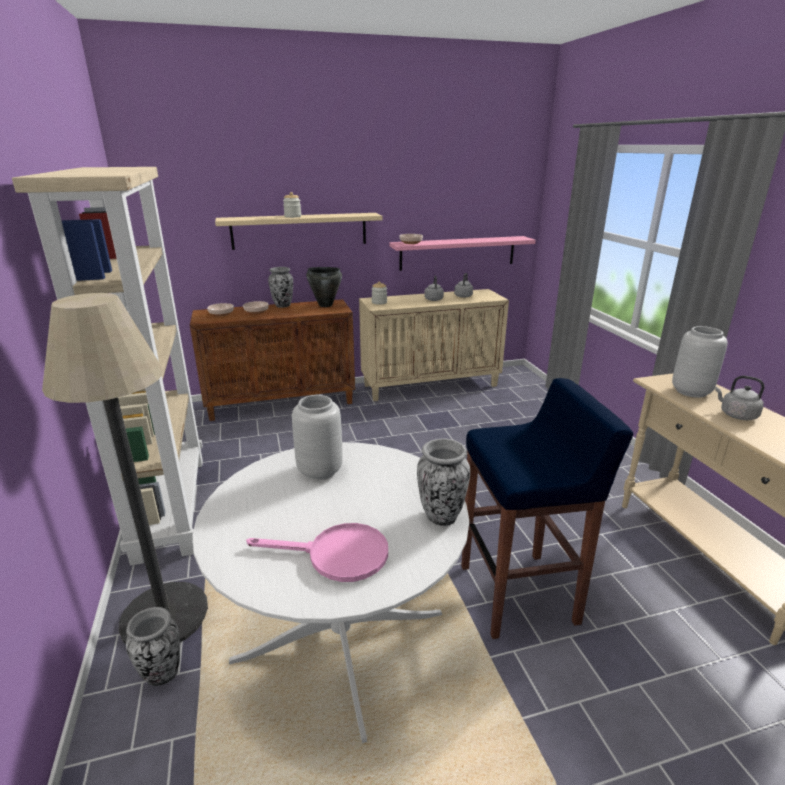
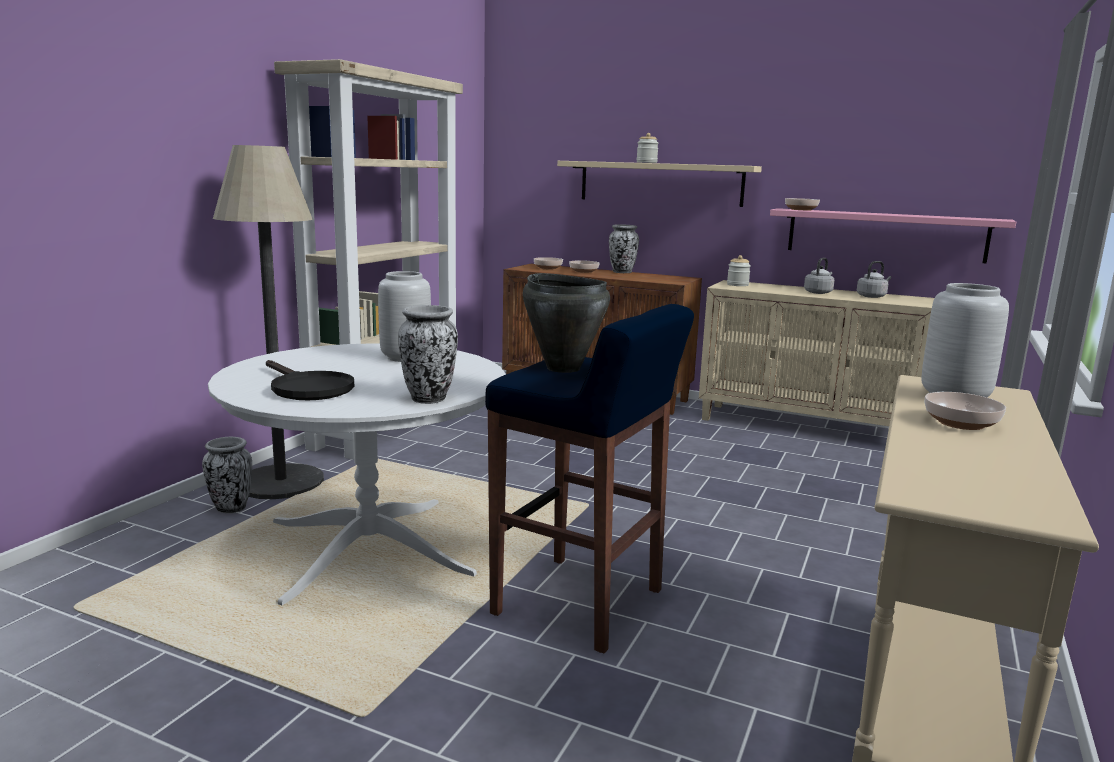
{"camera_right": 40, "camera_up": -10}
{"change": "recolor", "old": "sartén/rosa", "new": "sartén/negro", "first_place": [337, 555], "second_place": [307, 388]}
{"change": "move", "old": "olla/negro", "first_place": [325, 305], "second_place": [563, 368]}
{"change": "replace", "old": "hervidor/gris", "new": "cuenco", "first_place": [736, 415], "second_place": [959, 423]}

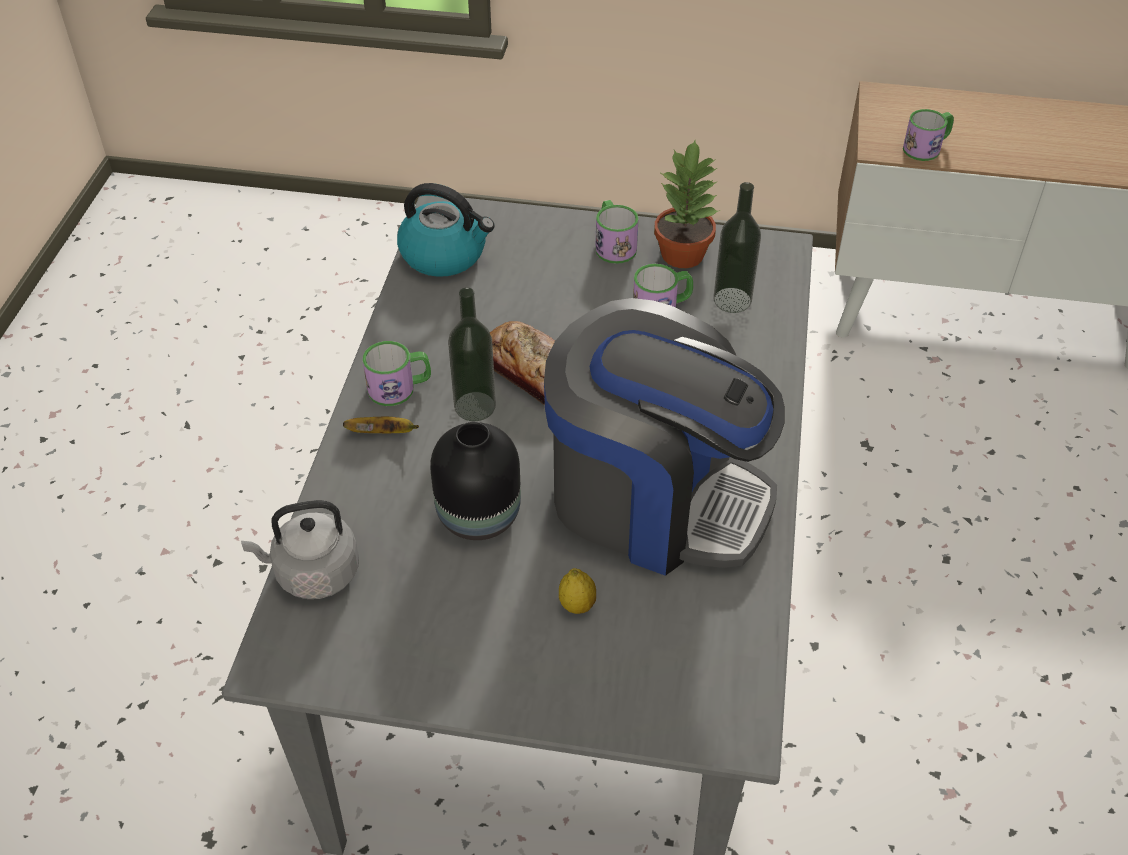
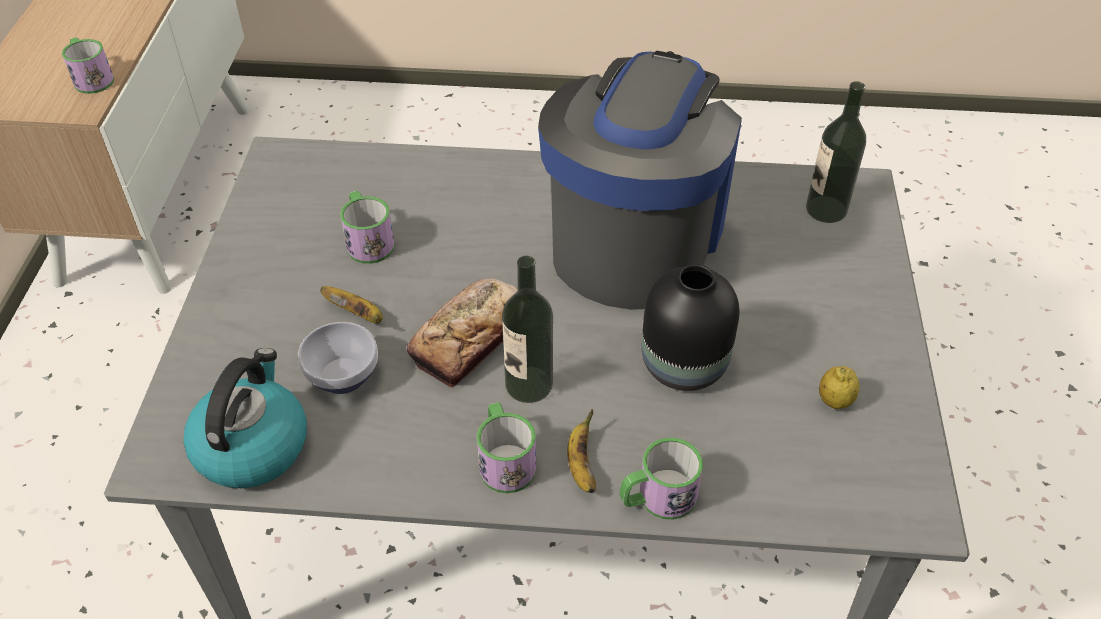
{"camera_right": -95, "camera_up": 0}
{"change": "delete", "old": "hervidor/gris", "first_place": [312, 573]}
{"change": "move", "old": "limón", "first_place": [577, 605], "second_place": [834, 401]}
{"change": "move", "old": "taza grande", "first_place": [613, 244], "second_place": [657, 498]}
{"change": "delete", "old": "planta en maceta", "first_place": [684, 254]}
{"change": "move", "old": "botella", "first_place": [732, 300], "second_place": [826, 209]}
{"change": "insert", "new": "cuenco", "second_place": [345, 377]}
{"change": "insert", "new": "plátano", "second_place": [357, 314]}

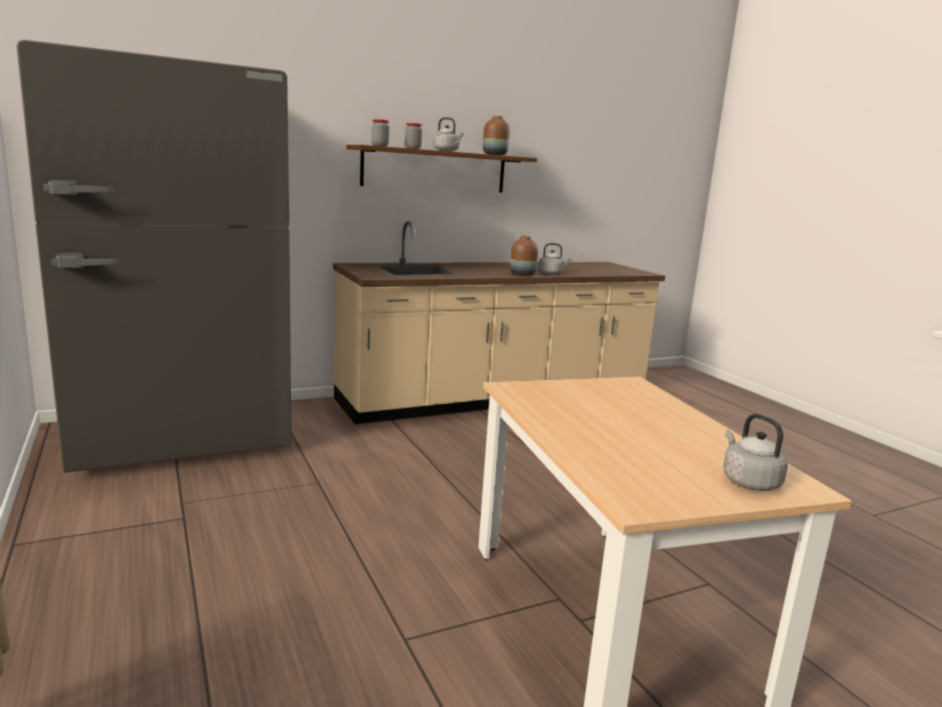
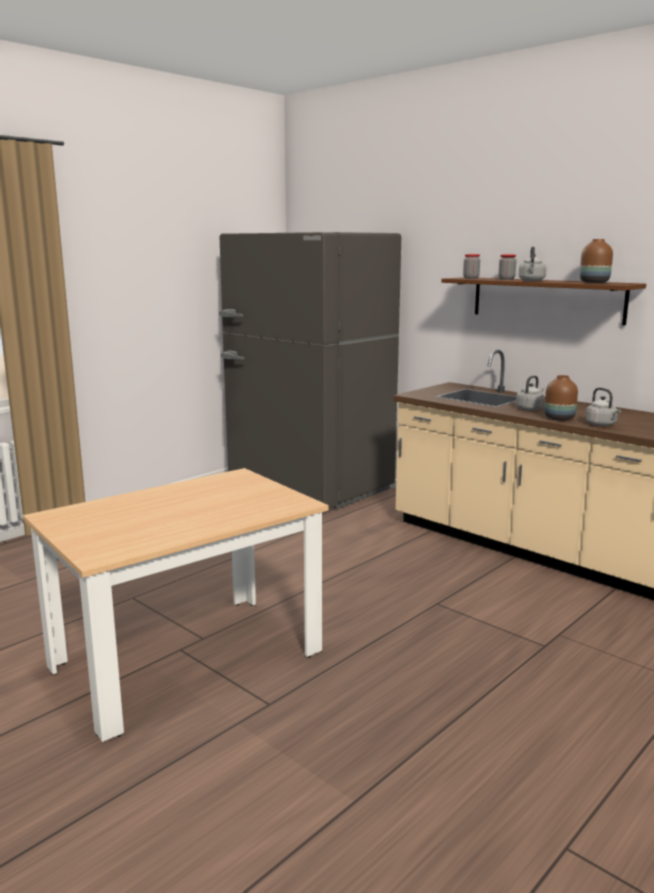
{"camera_right": 70, "camera_up": 0}
{"change": "move", "old": "hervidor/gris", "first_place": [748, 481], "second_place": [530, 409]}

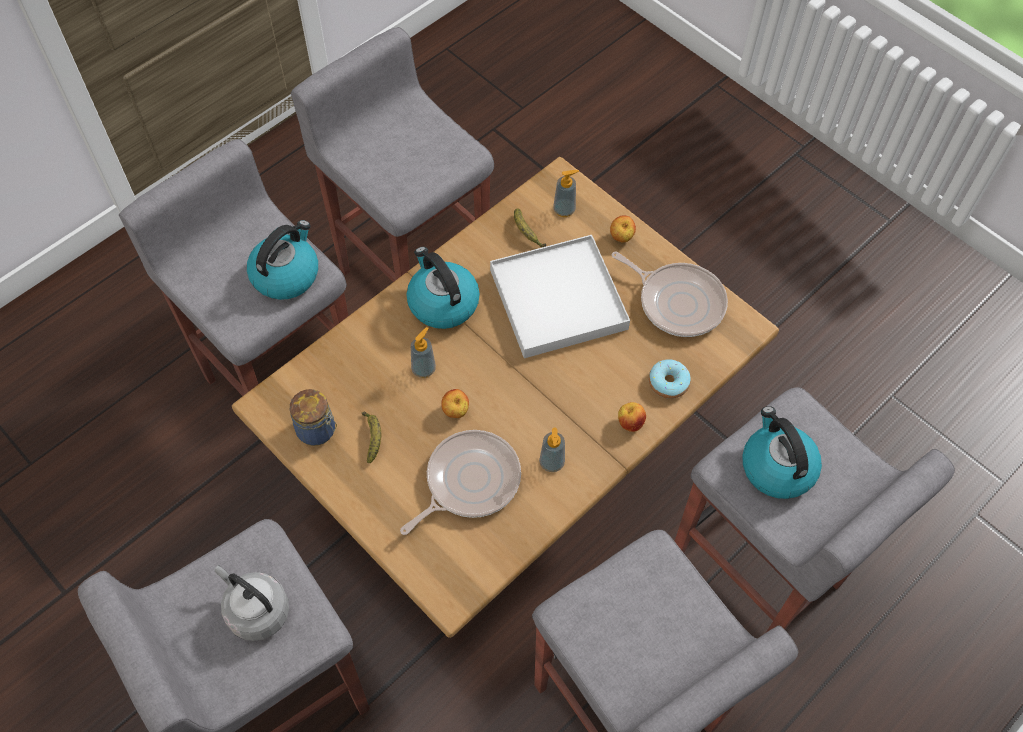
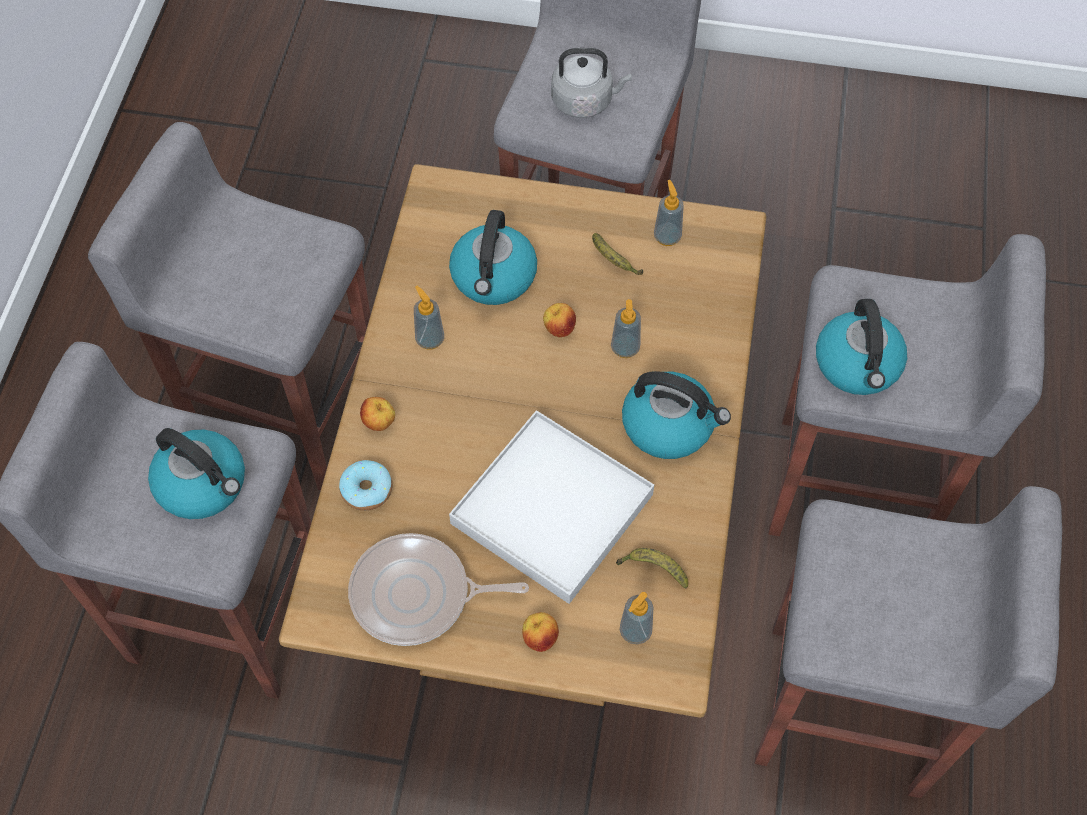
{"camera_right": 145, "camera_up": 0}
{"change": "replace", "old": "tarro", "new": "dispensador de jabón", "first_place": [318, 431], "second_place": [667, 237]}
{"change": "replace", "old": "sartén", "new": "hervidor", "first_place": [468, 481], "second_place": [494, 278]}

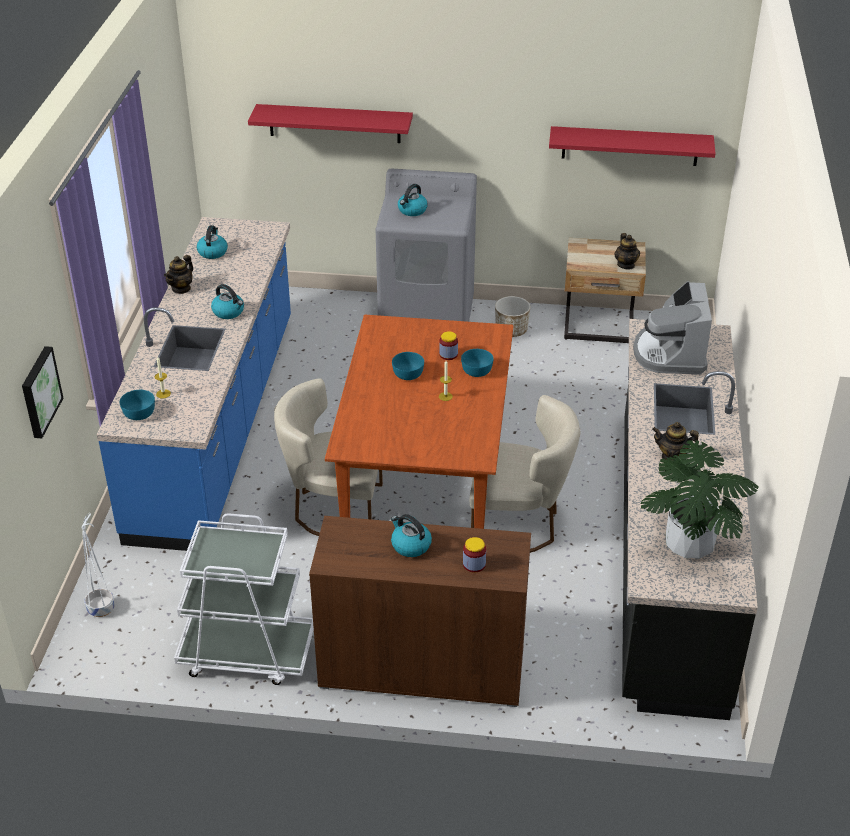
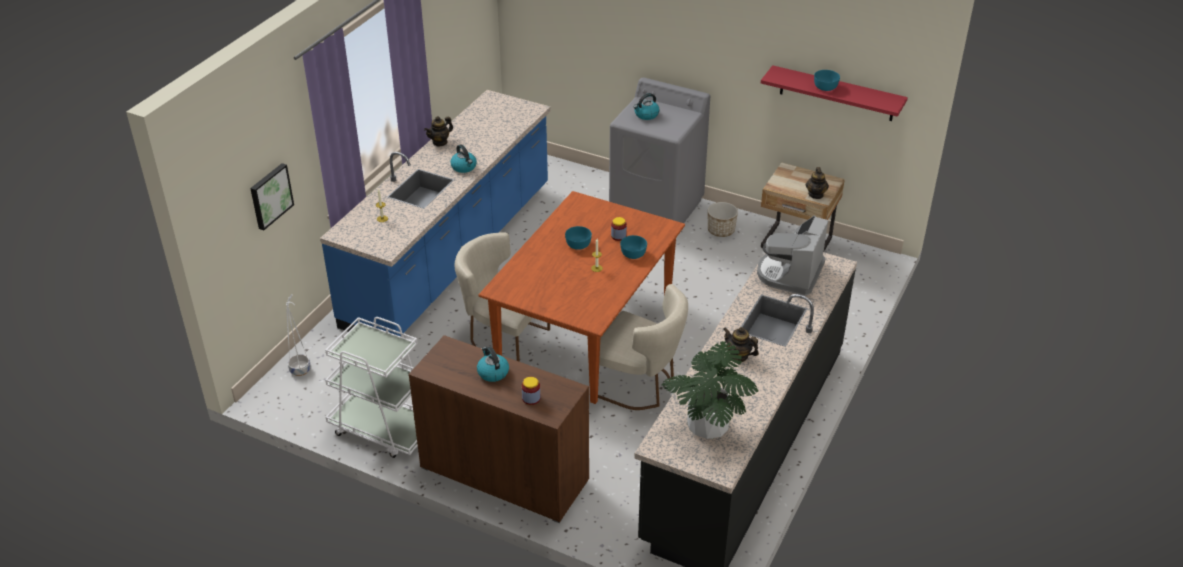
{"camera_right": 20, "camera_up": 0}
{"change": "move", "old": "cuenco/turquesa", "first_place": [139, 413], "second_place": [825, 87]}
{"change": "delete", "old": "hervidor", "first_place": [212, 252]}
{"change": "delete", "old": "estante/rojo", "first_place": [334, 123]}

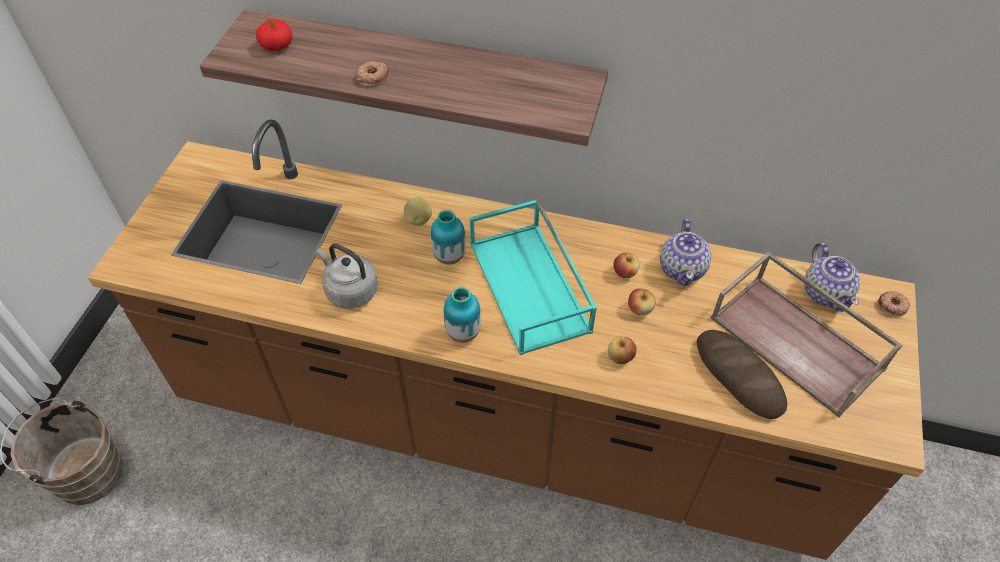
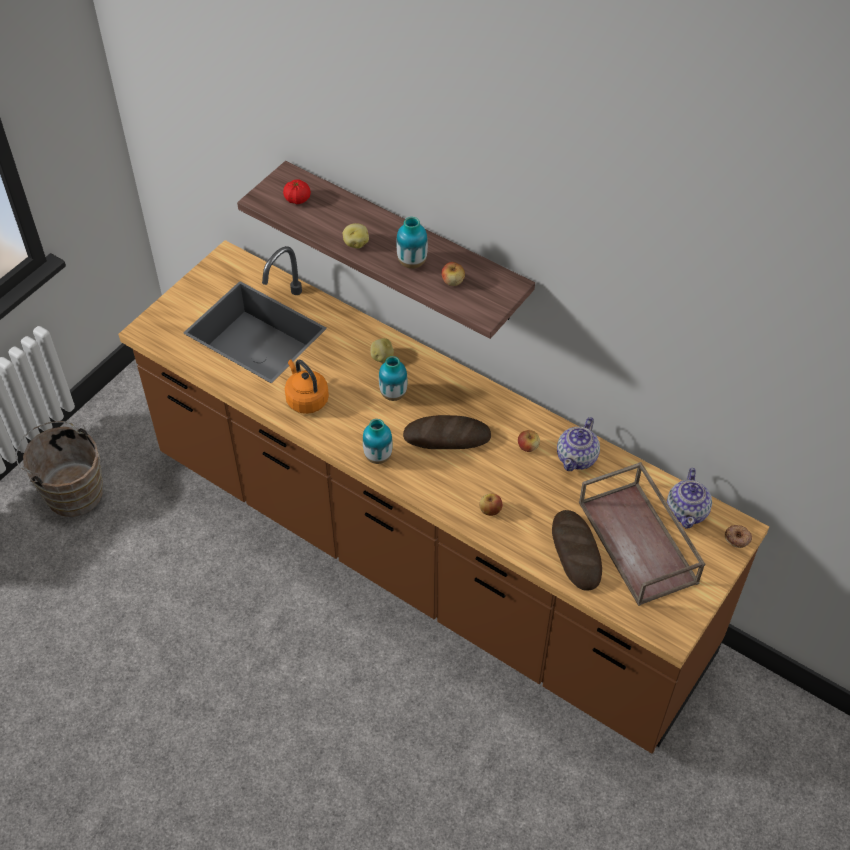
{"camera_right": 20, "camera_up": 0}
{"change": "recolor", "old": "hervidor/gris", "new": "hervidor/naranja", "first_place": [350, 290], "second_place": [306, 399]}
{"change": "replace", "old": "rosquilla", "new": "patata", "first_place": [372, 77], "second_place": [356, 243]}
{"change": "replace", "old": "bandeja/turquesa", "new": "pan", "first_place": [531, 287], "second_place": [447, 437]}
{"change": "move", "old": "manzana", "first_place": [640, 309], "second_place": [453, 281]}
{"change": "insert", "new": "florero", "second_place": [412, 262]}

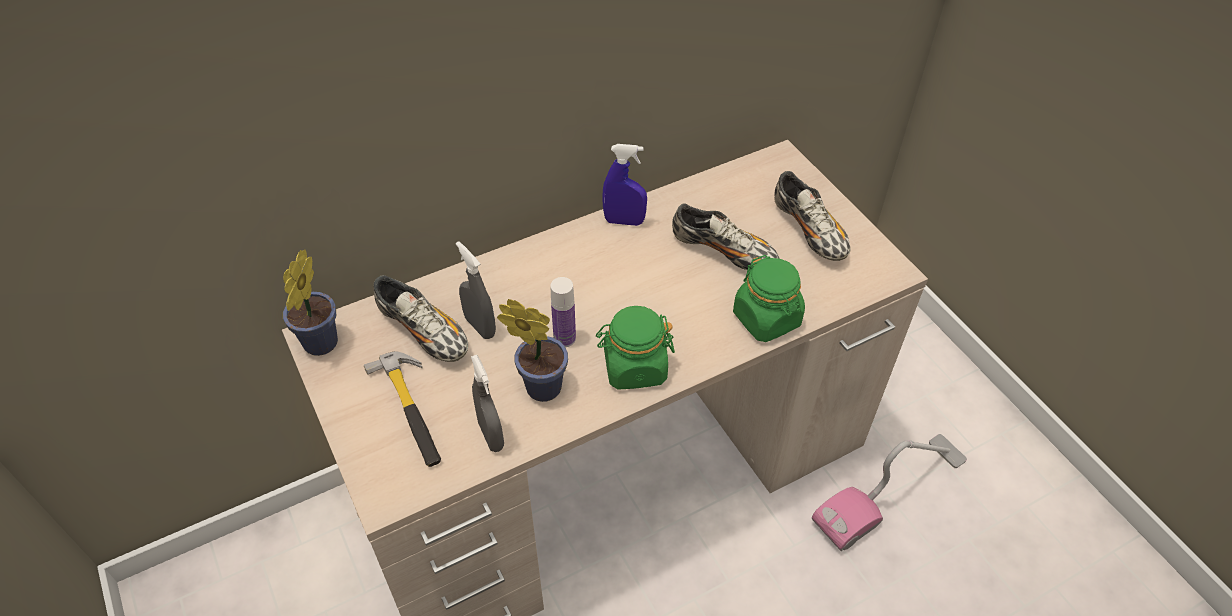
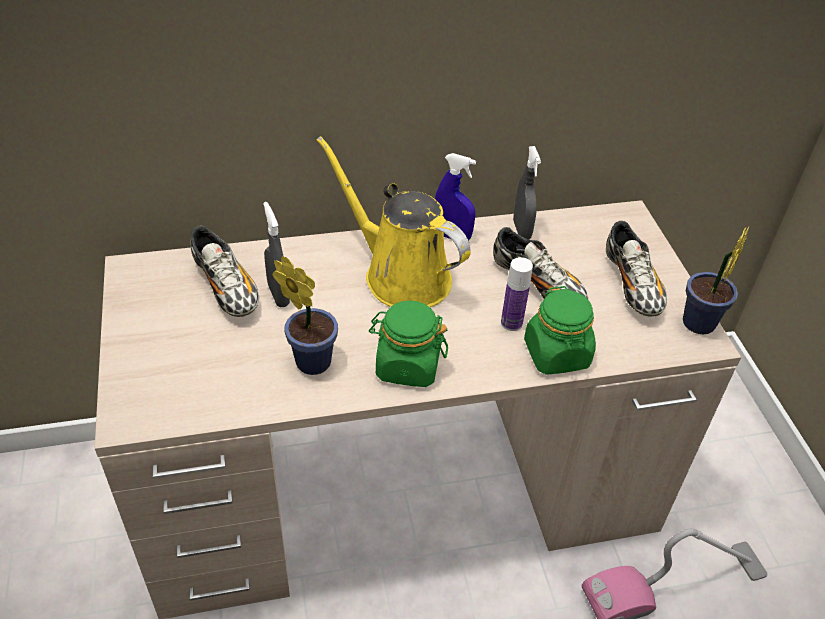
{"camera_right": 15, "camera_up": -5}
{"change": "move", "old": "planta en maceta", "first_place": [318, 346], "second_place": [697, 326]}
{"change": "delete", "old": "martillo", "first_place": [411, 410]}
{"change": "move", "old": "pulverizador/gris", "first_place": [491, 435], "second_place": [521, 230]}
{"change": "move", "old": "botella", "first_place": [564, 338], "second_place": [511, 323]}
{"change": "insert", "new": "regadera/amarillo", "second_place": [400, 275]}

